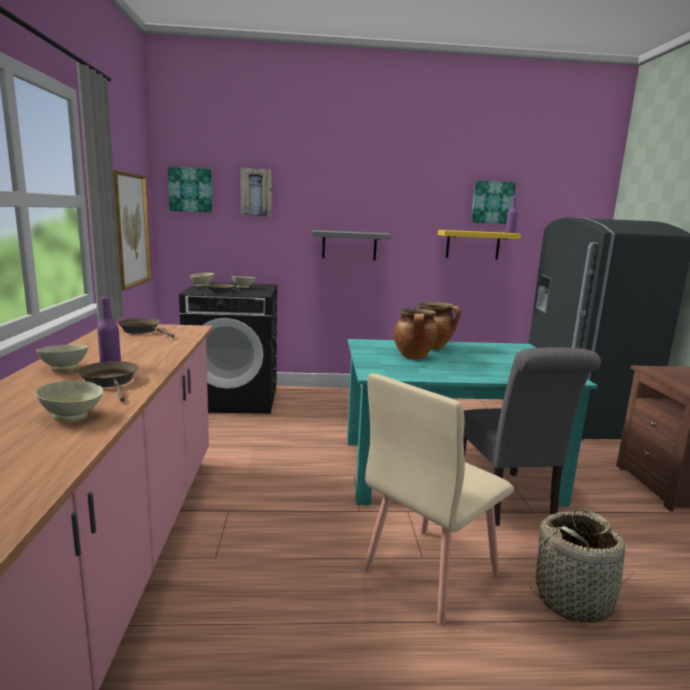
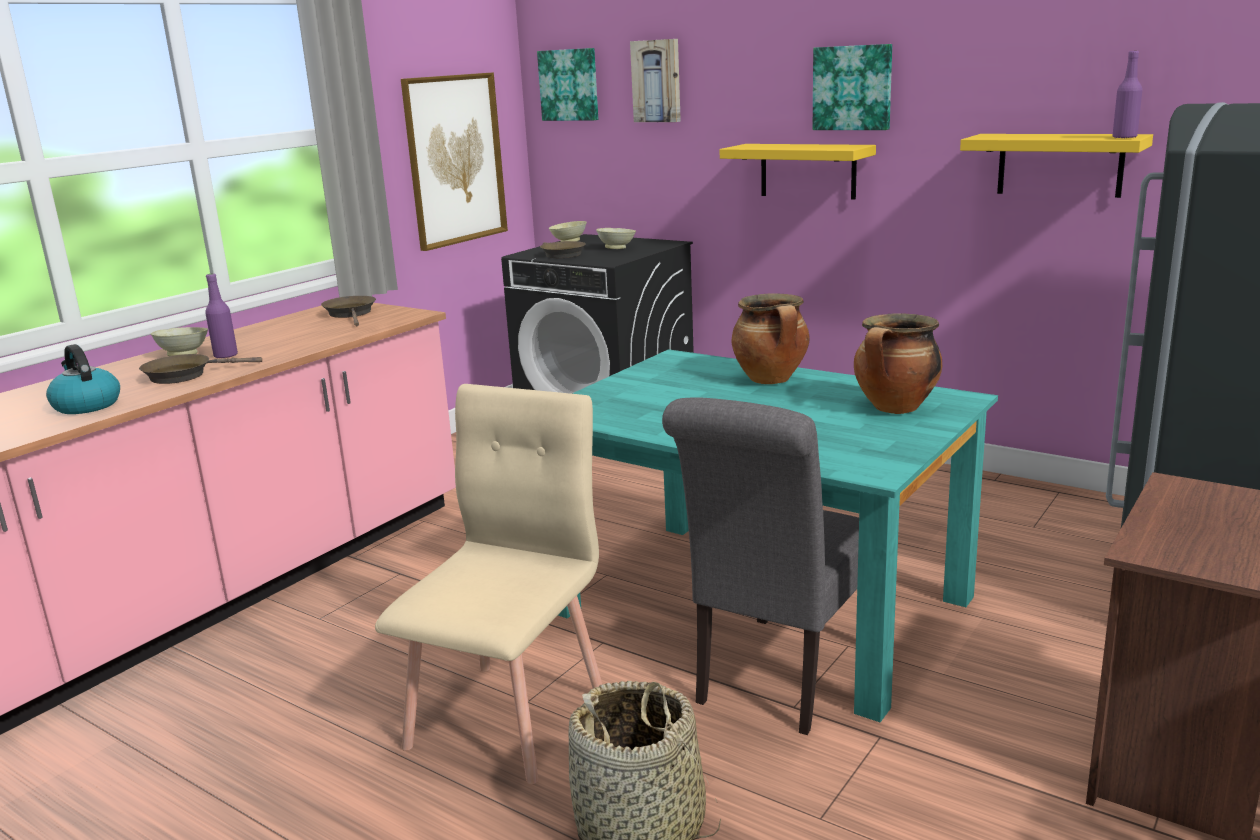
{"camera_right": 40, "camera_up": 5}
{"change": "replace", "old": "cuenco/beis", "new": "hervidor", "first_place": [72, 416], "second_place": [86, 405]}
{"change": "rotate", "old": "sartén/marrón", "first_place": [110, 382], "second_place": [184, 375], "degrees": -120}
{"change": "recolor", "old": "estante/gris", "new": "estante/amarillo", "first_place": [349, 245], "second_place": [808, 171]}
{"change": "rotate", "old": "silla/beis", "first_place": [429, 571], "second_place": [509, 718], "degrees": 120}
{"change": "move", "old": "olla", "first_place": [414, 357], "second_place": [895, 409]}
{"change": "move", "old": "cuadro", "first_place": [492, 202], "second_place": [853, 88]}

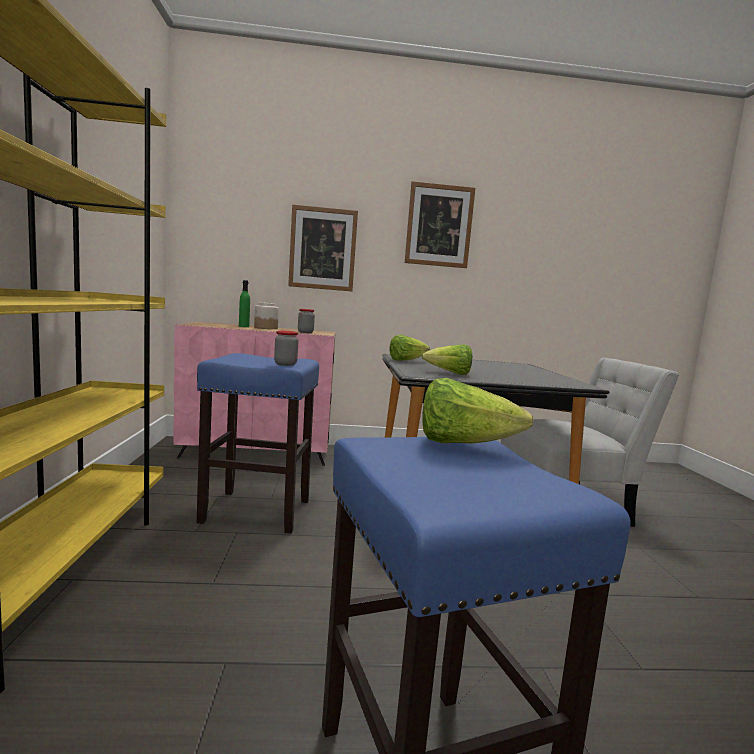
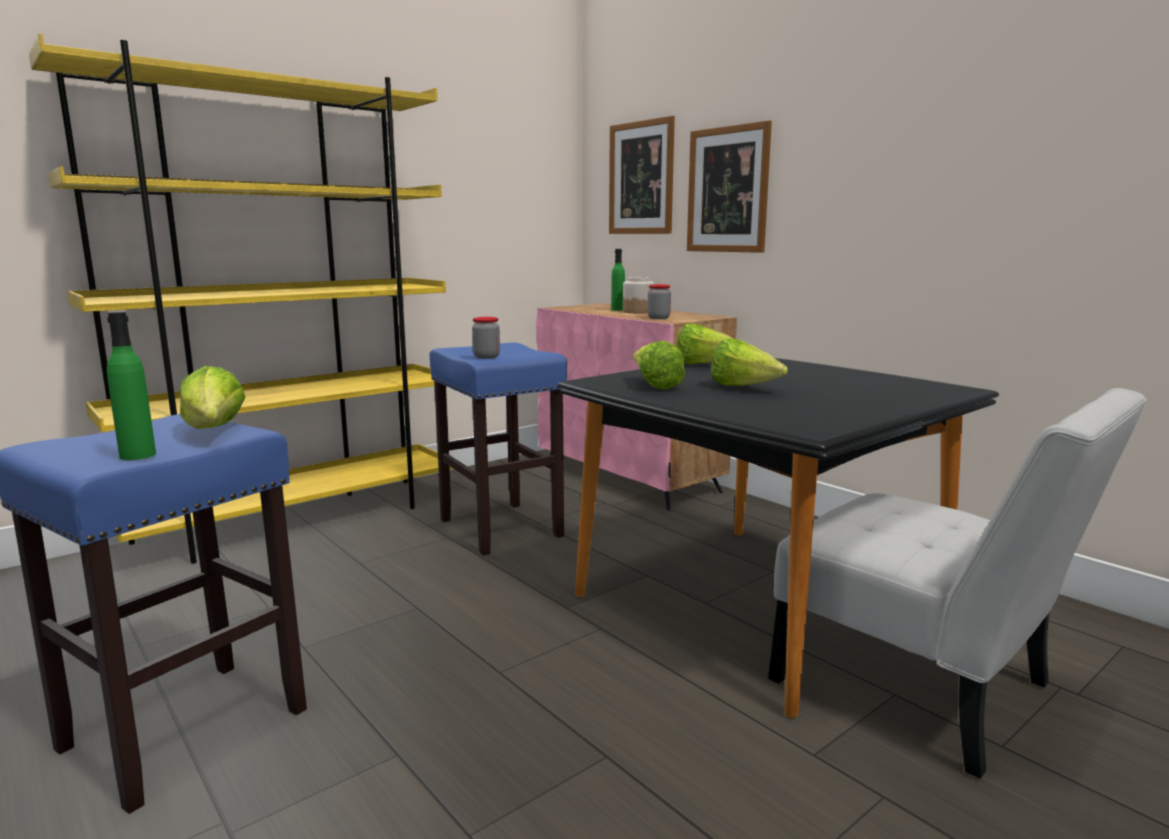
{"camera_right": 55, "camera_up": 5}
{"change": "move", "old": "cuadro", "first_place": [439, 225], "second_place": [641, 178]}
{"change": "insert", "new": "botella/verde", "second_place": [138, 455]}
{"change": "insert", "new": "lechuga", "second_place": [743, 388]}

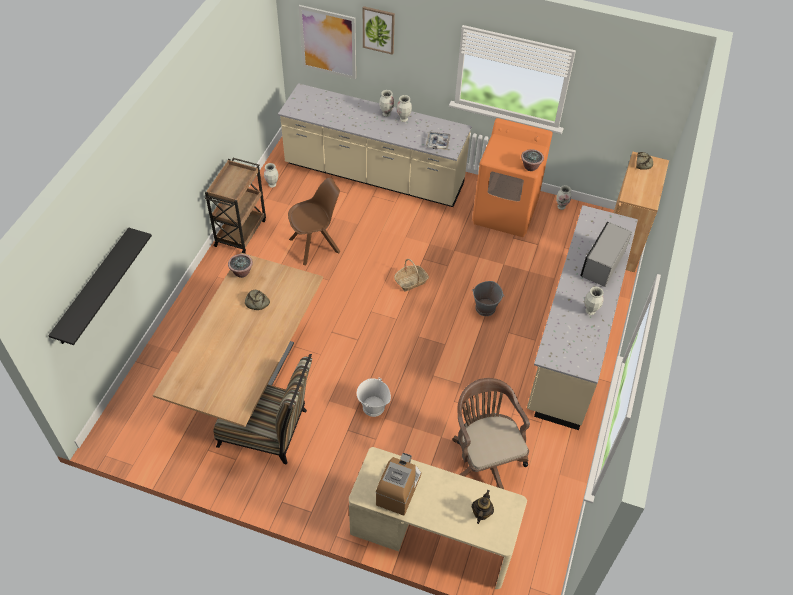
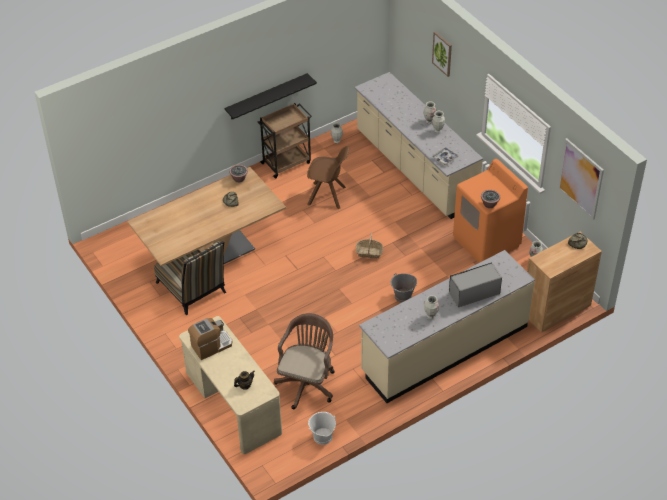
{"camera_right": 40, "camera_up": -5}
{"change": "move", "old": "estante/negro", "first_place": [93, 287], "second_place": [266, 97]}
{"change": "move", "old": "cuadro", "first_place": [328, 42], "second_place": [580, 178]}
{"change": "move", "old": "cubo/blanco", "first_place": [373, 407], "second_place": [322, 437]}

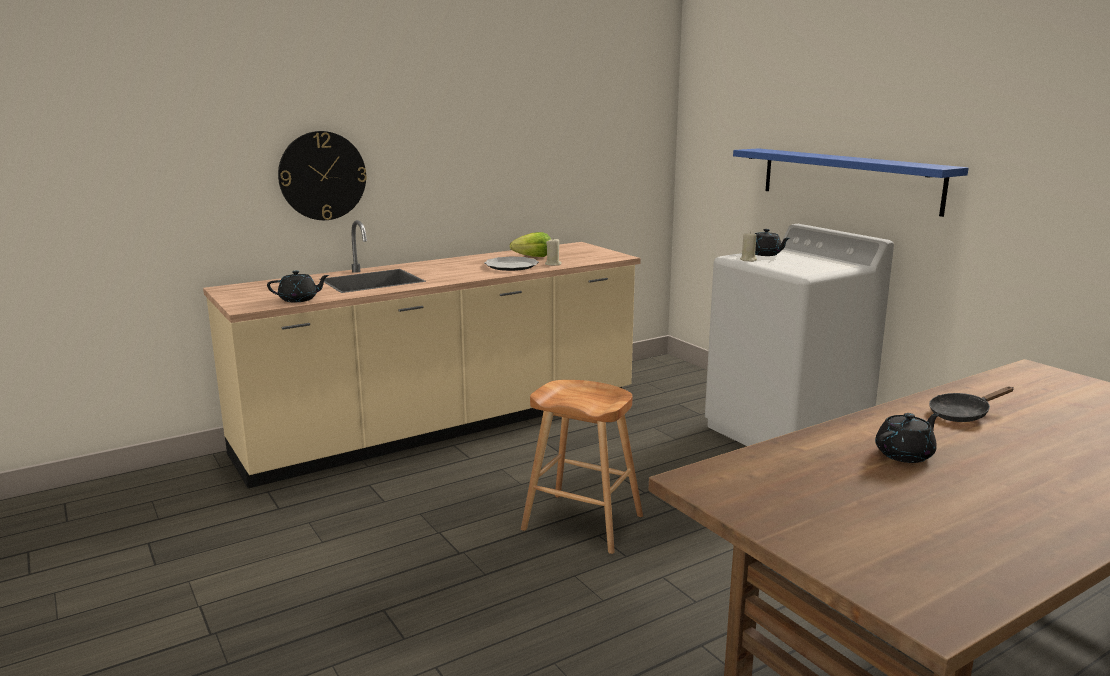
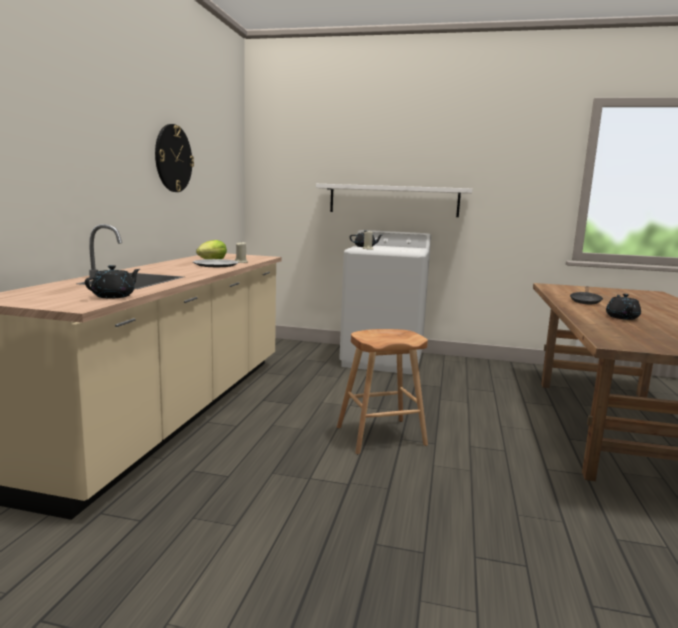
{"camera_right": -45, "camera_up": -5}
{"change": "move", "old": "reloj de pared", "first_place": [322, 176], "second_place": [173, 158]}
{"change": "recolor", "old": "estante/azul", "new": "estante/blanco", "first_place": [848, 179], "second_place": [393, 200]}

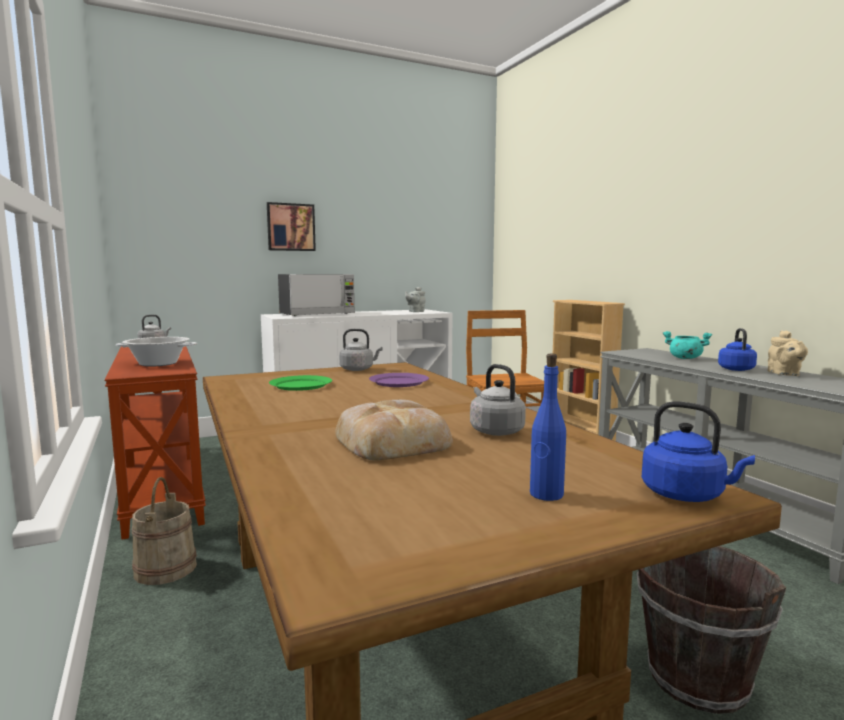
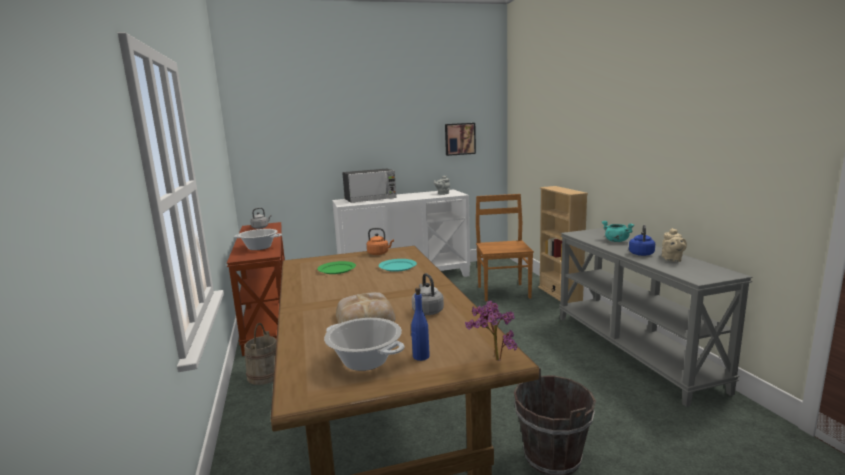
{"camera_right": 10, "camera_up": 5}
{"change": "move", "old": "cuadro", "first_place": [290, 227], "second_place": [459, 139]}
{"change": "recolor", "old": "hervidor/gris", "new": "hervidor/naranja", "first_place": [358, 369], "second_place": [379, 253]}
{"change": "recolor", "old": "plato/morado", "new": "plato/turquesa", "first_place": [398, 382], "second_place": [397, 266]}
{"change": "replace", "old": "hervidor/azul", "new": "planta en maceta", "first_place": [686, 495], "second_place": [493, 360]}
{"change": "insert", "new": "olla", "second_place": [365, 361]}

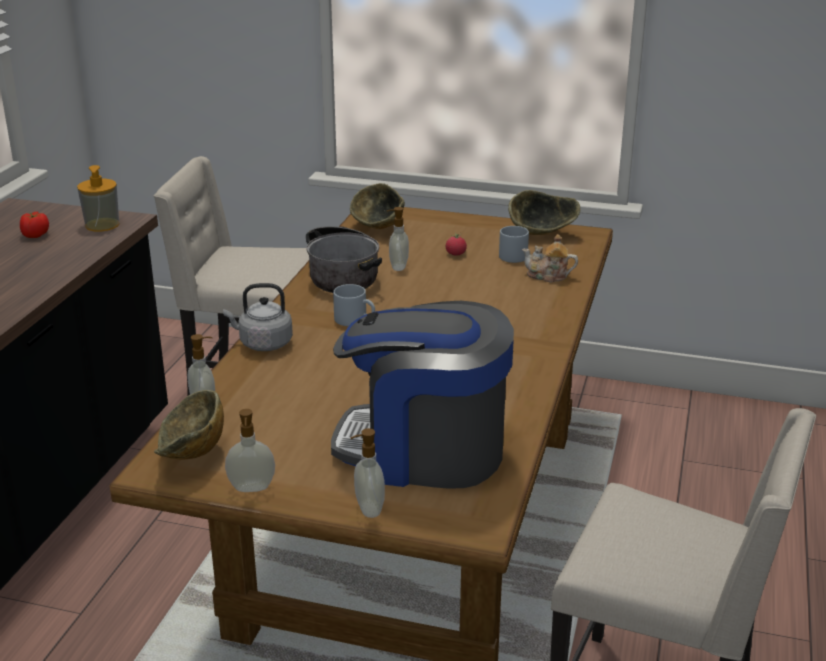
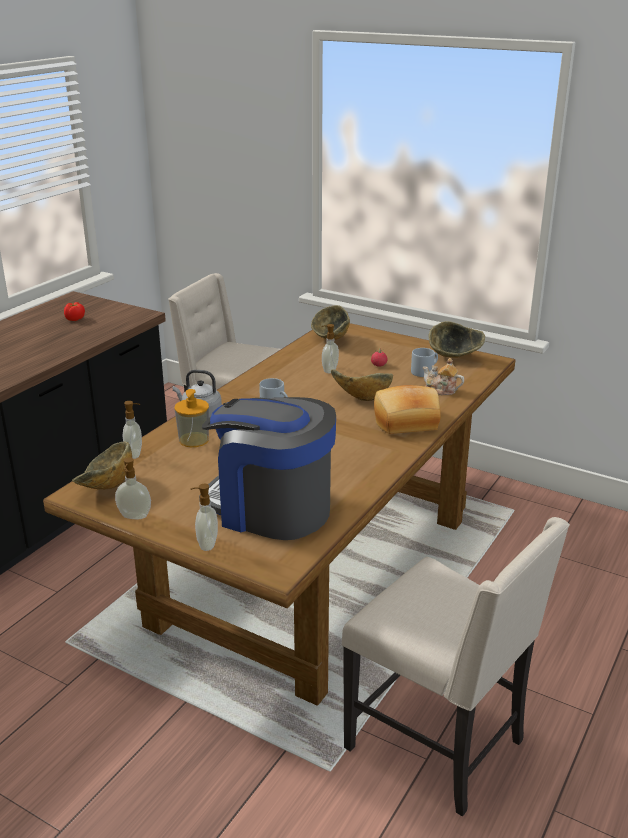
{"camera_right": 15, "camera_up": 0}
{"change": "move", "old": "dispensador de jabón", "first_place": [102, 225], "second_place": [194, 440]}
{"change": "delete", "old": "olla", "first_place": [343, 274]}
{"change": "insert", "new": "cuenco", "second_place": [362, 398]}
{"change": "insert", "new": "pan", "second_place": [406, 423]}

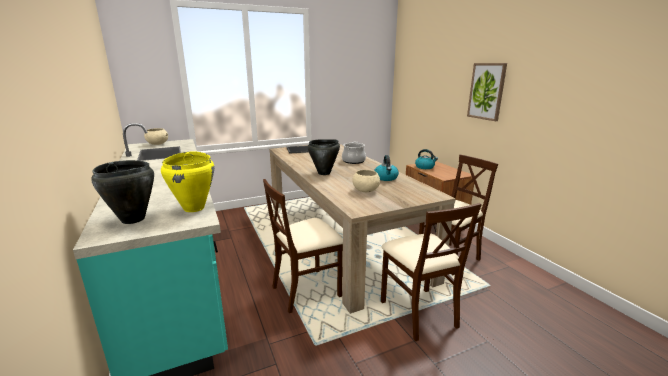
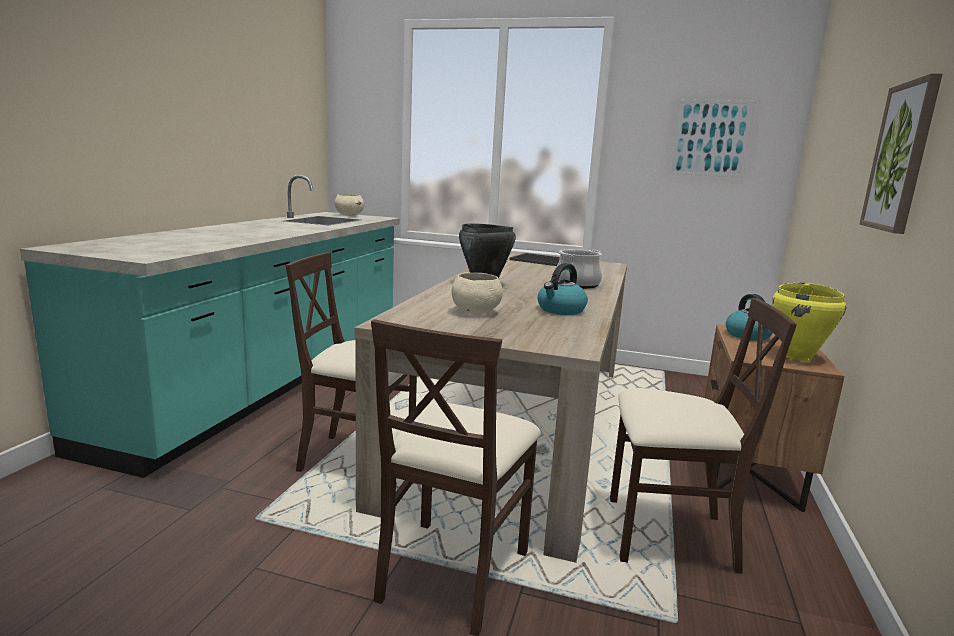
{"camera_right": 40, "camera_up": -5}
{"change": "delete", "old": "olla/negro", "first_place": [133, 219]}
{"change": "move", "old": "olla/amarillo", "first_place": [194, 208], "second_place": [798, 356]}
{"change": "insert", "new": "cuadro", "second_place": [710, 138]}

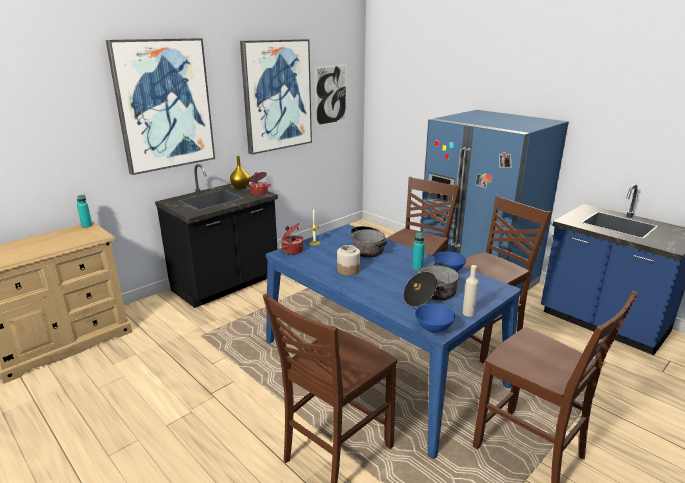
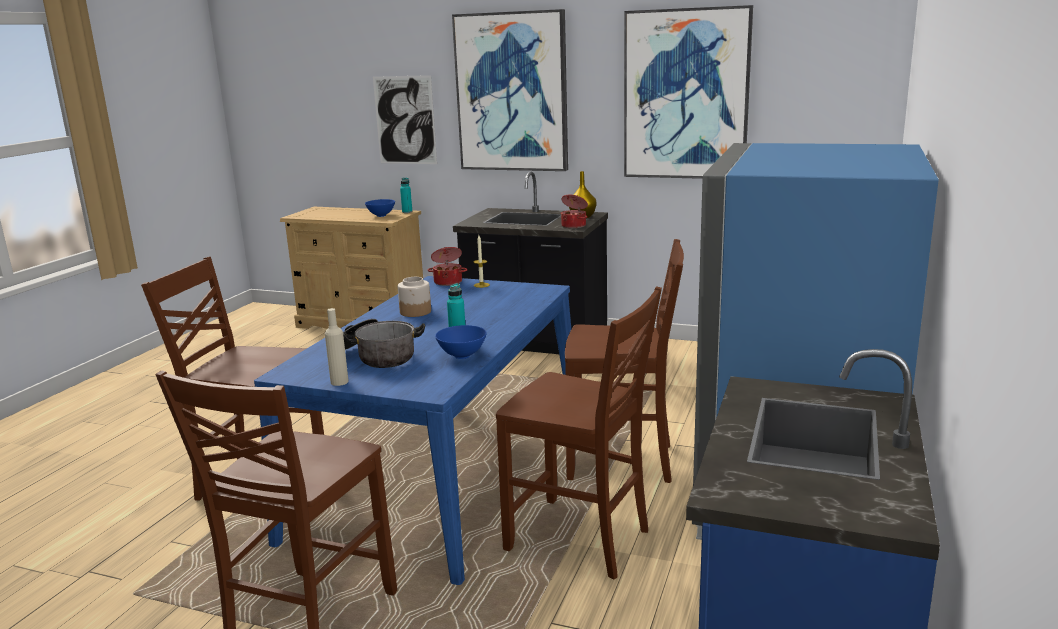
{"camera_right": 65, "camera_up": -5}
{"change": "move", "old": "cuadro", "first_place": [331, 95], "second_place": [405, 120]}
{"change": "delete", "old": "olla", "first_place": [367, 248]}
{"change": "move", "old": "cuenco/azul", "first_place": [433, 329], "second_place": [381, 215]}

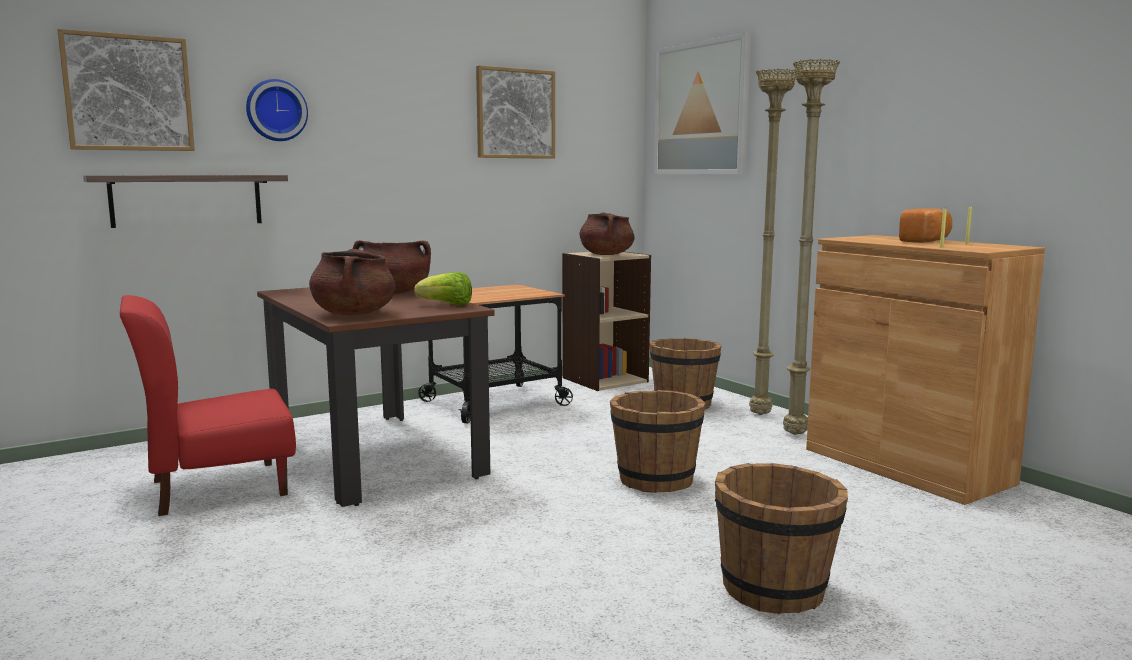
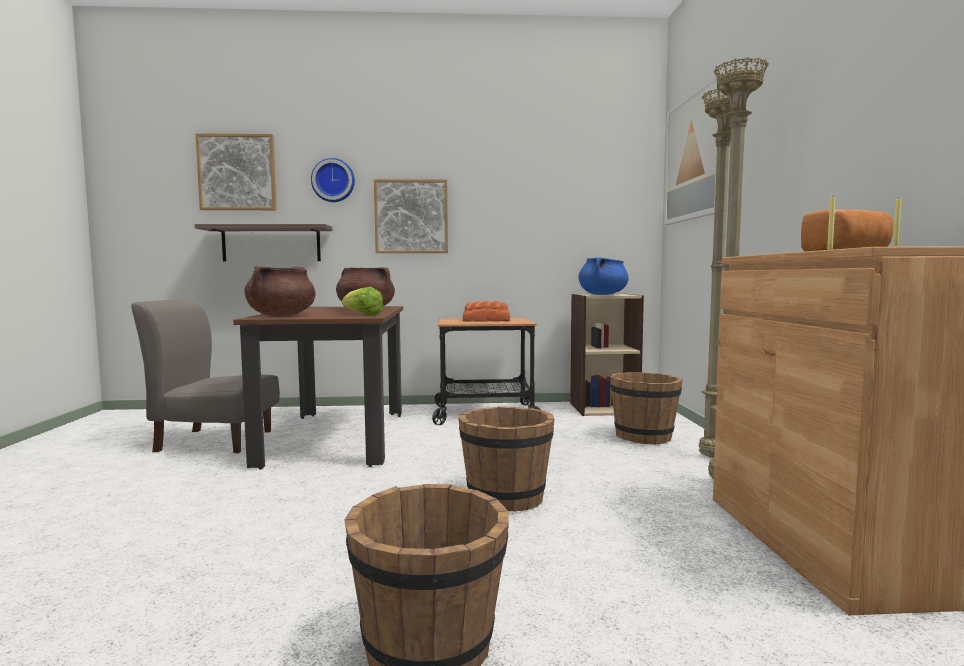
{"camera_right": 30, "camera_up": -5}
{"change": "recolor", "old": "silla/rojo", "new": "silla/gris", "first_place": [218, 487], "second_place": [214, 440]}
{"change": "move", "old": "cuadro", "first_place": [515, 114], "second_place": [411, 216]}
{"change": "recolor", "old": "olla/marrón", "new": "olla/azul", "first_place": [606, 254], "second_place": [602, 294]}
{"change": "insert", "new": "pan", "second_place": [486, 321]}

